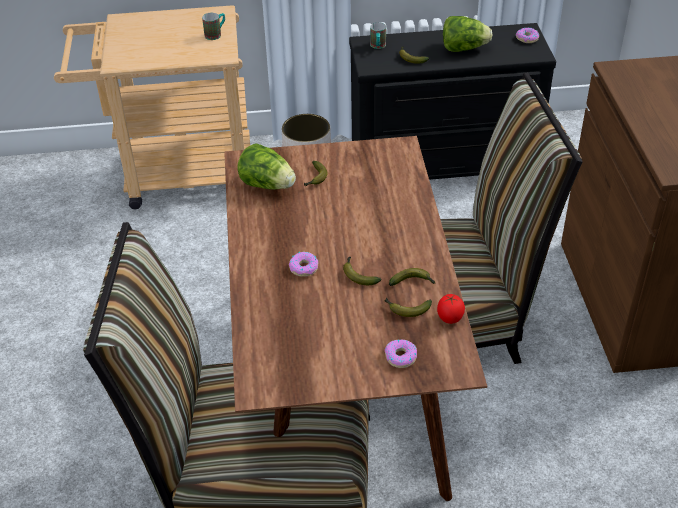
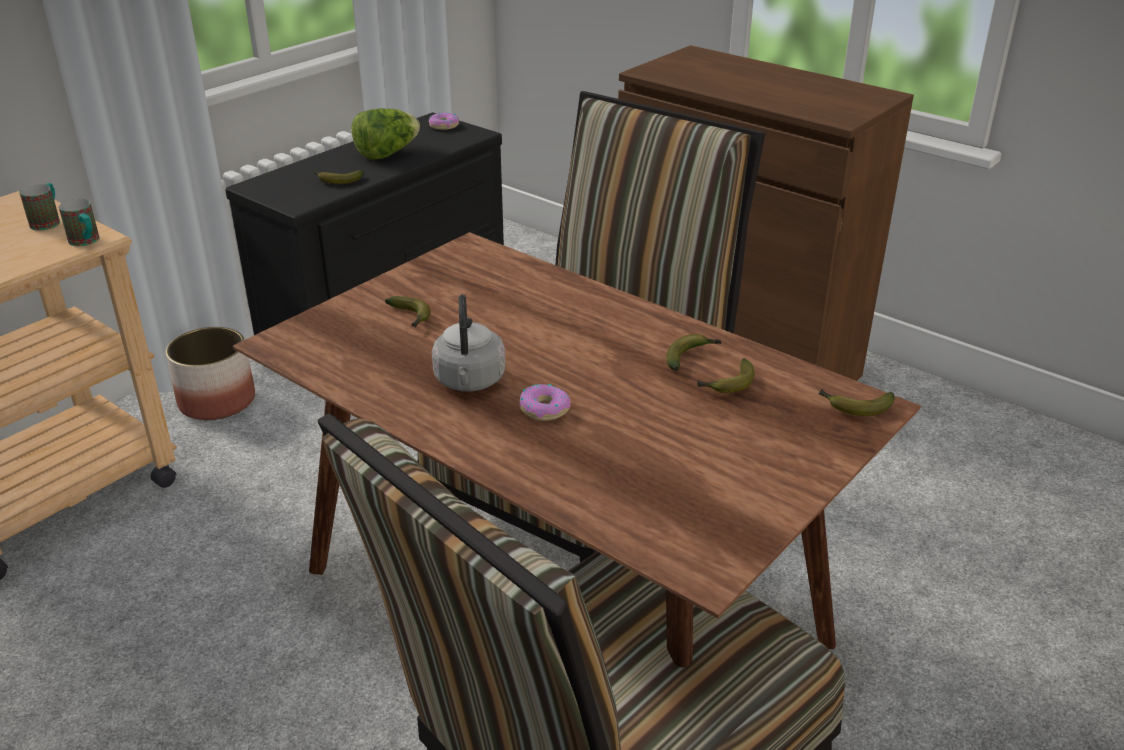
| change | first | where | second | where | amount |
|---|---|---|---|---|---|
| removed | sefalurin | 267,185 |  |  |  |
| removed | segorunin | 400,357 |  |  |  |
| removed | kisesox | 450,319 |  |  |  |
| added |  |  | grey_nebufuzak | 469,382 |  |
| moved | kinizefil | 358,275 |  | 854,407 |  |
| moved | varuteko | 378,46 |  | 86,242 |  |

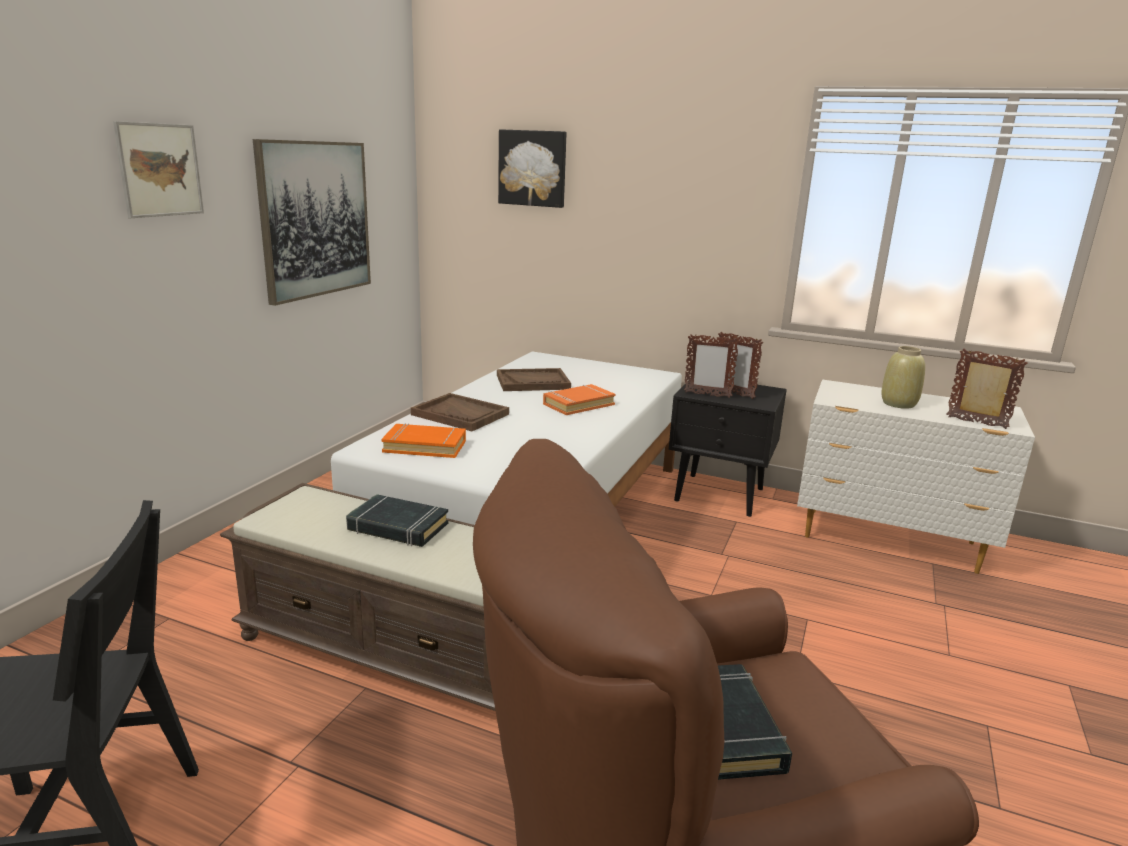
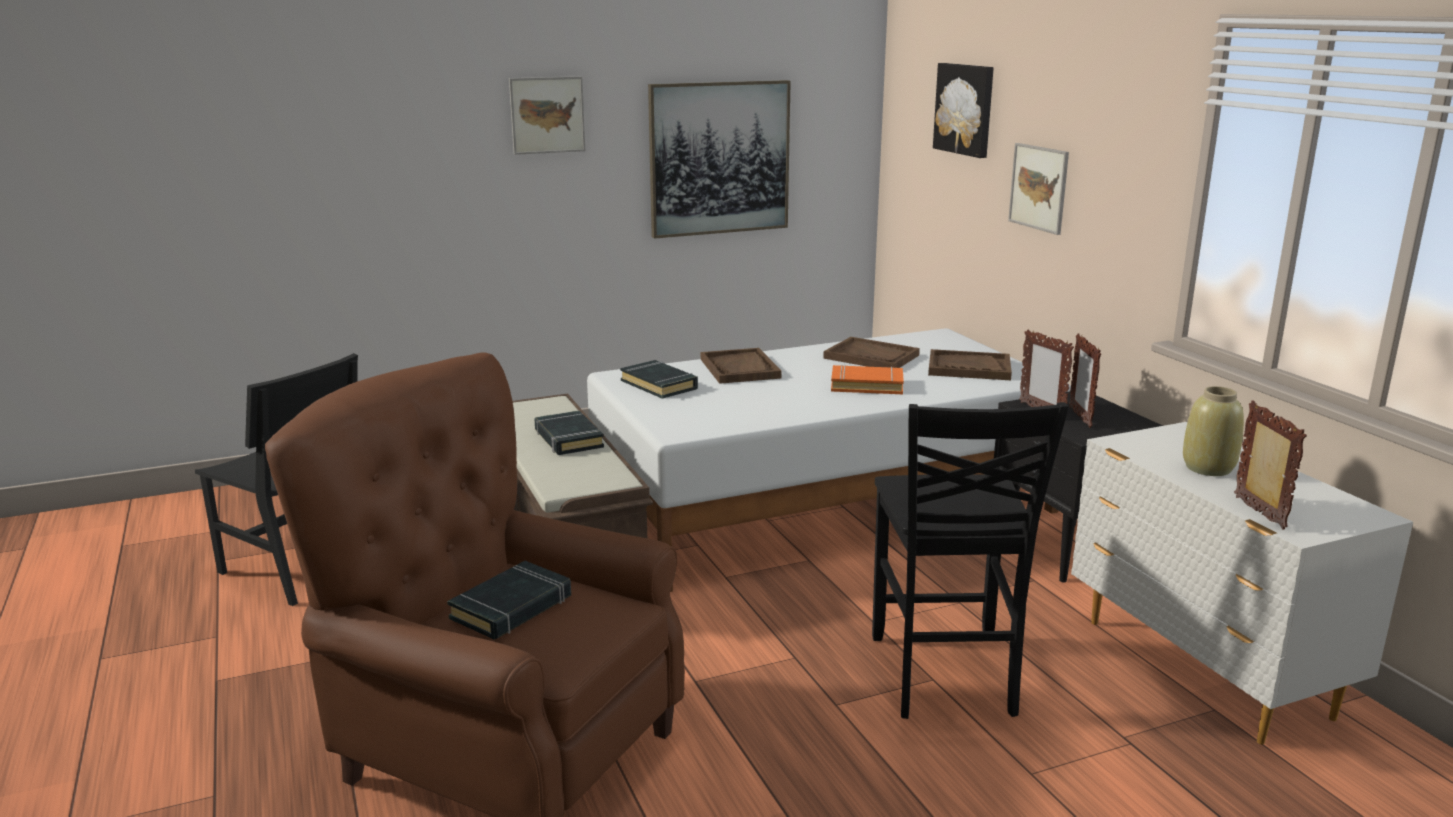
| change | first | where | second | where | amount |
|---|---|---|---|---|---|
| added |  |  | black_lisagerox | 944,677 |  |
| added |  |  | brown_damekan | 969,368 |  |
| added |  |  | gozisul | 1038,187 |  |
| recoloured | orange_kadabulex | 425,446 | black_kadabulex | 659,385 |  |

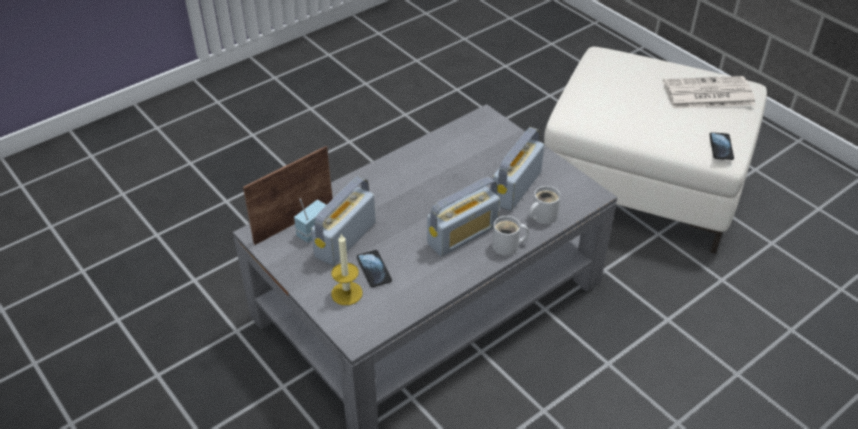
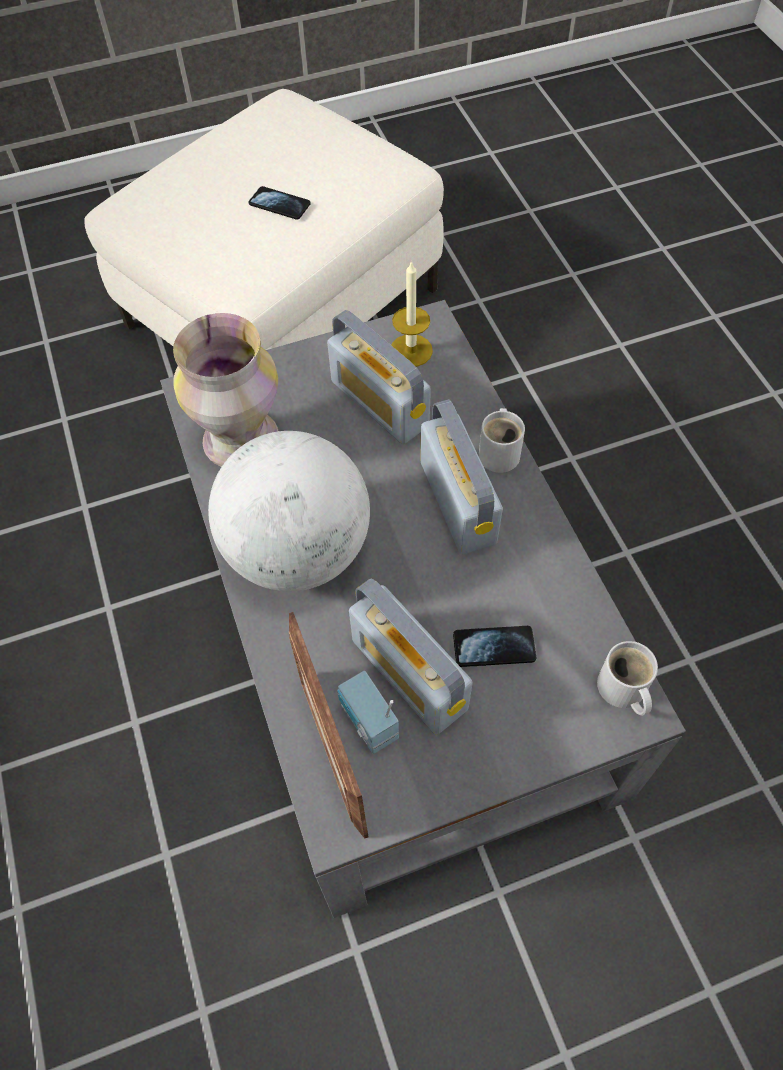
| change | first | where | second | where | amount |
|---|---|---|---|---|---|
| removed | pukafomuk | 707,94 |  |  |  |
| added |  |  | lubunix | 240,442 |  |
| added |  |  | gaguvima | 298,551 |  |
| moved | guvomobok | 346,293 |  | 411,350 |  |
| moved | white_varuteko | 542,216 |  | 622,690 |  |
| moved | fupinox | 721,147 |  | 279,204 |  |

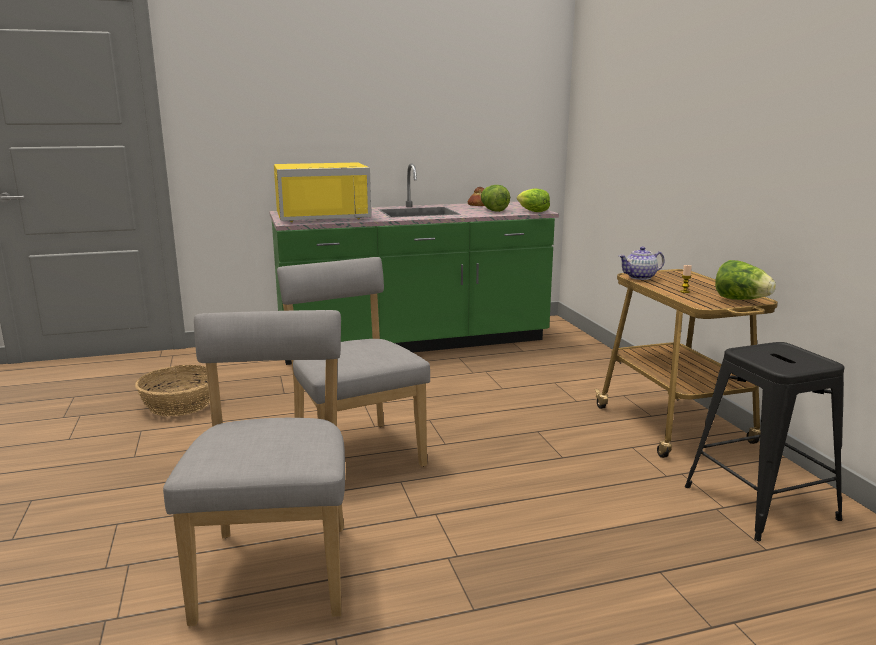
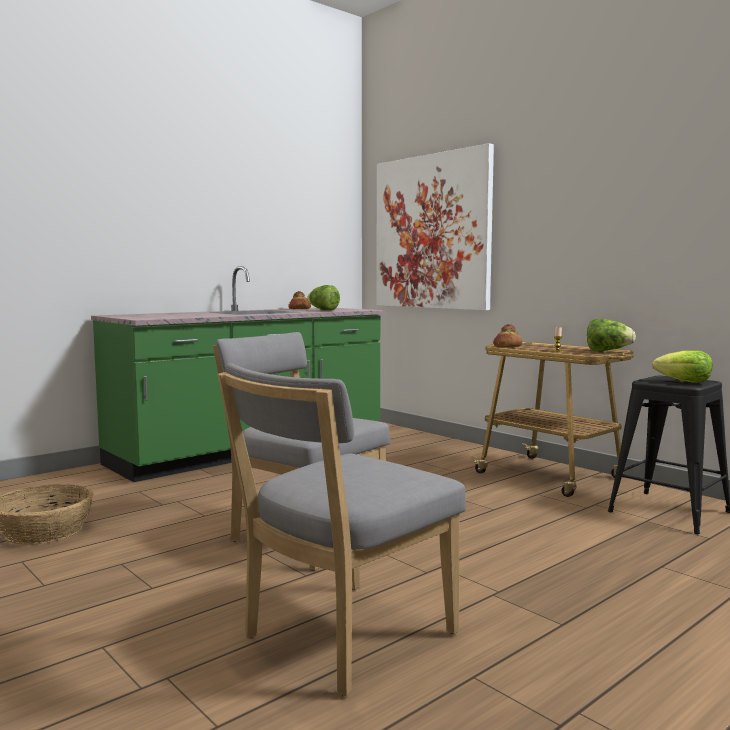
| change | first | where | second | where | amount |
|---|---|---|---|---|---|
| removed | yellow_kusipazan | 322,216 |  |  |  |
| added |  |  | gozisul | 432,232 |  |
| moved | sefalurin | 532,211 |  | 684,382 |  |
| replaced | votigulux | 640,277 | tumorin | 508,346 |  |
| turned | grey_lisagerox | 277,566 |  | 342,638 | 105 degrees counterclockwise |

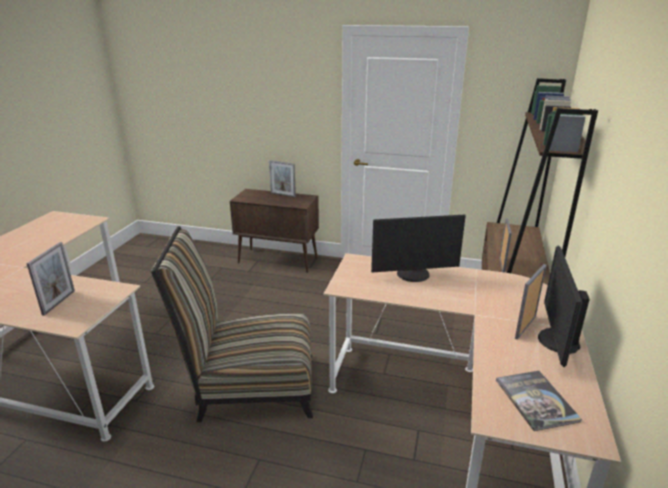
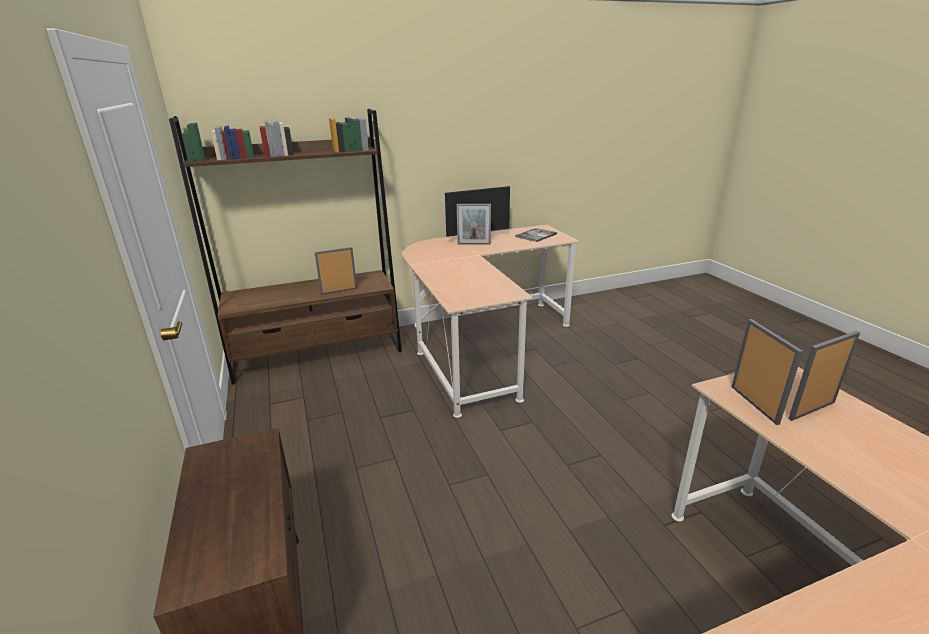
| change | first | where | second | where | amount |
|---|---|---|---|---|---|
| removed | lisagerox | 249,385 |  |  |  |
| removed | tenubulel | 413,275 |  |  |  |
| moved | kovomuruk | 283,195 |  | 754,404 |  |

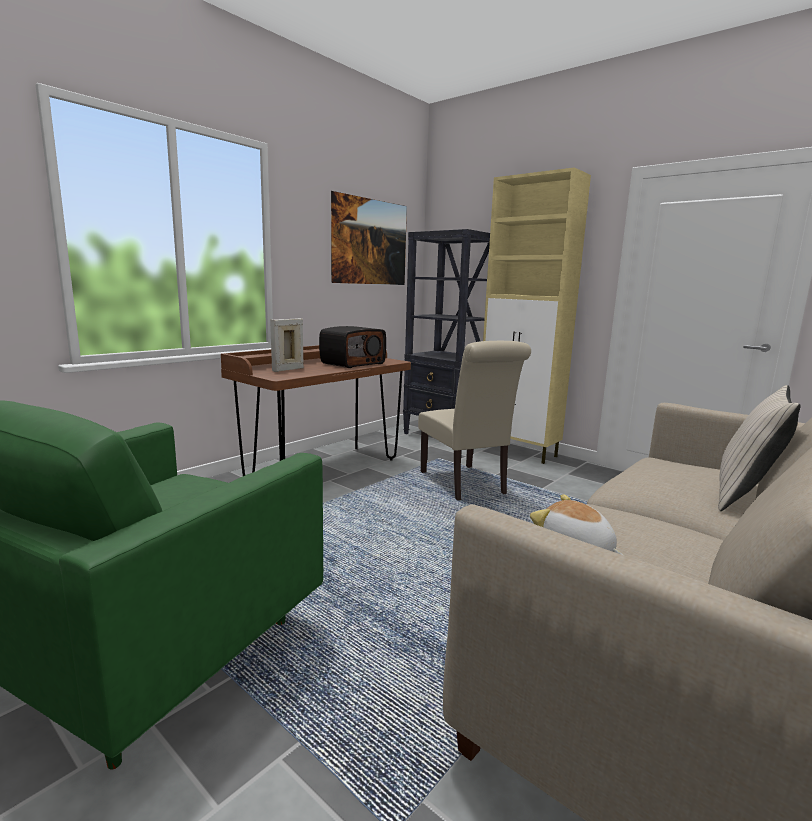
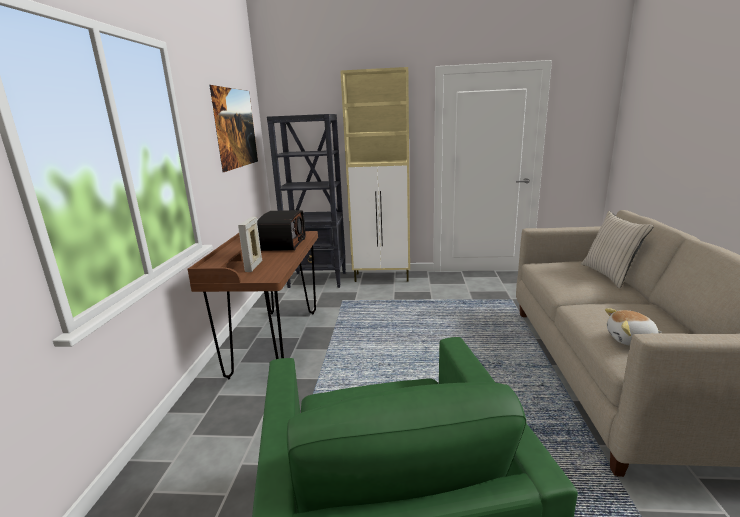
| change | first | where | second | where | amount |
|---|---|---|---|---|---|
| removed | beige_lisagerox | 465,484 |  |  |  |

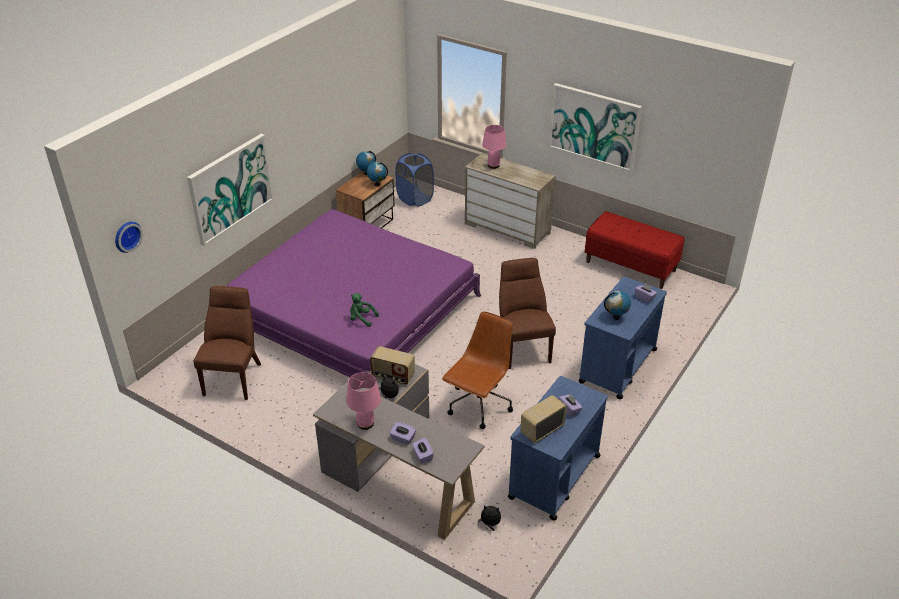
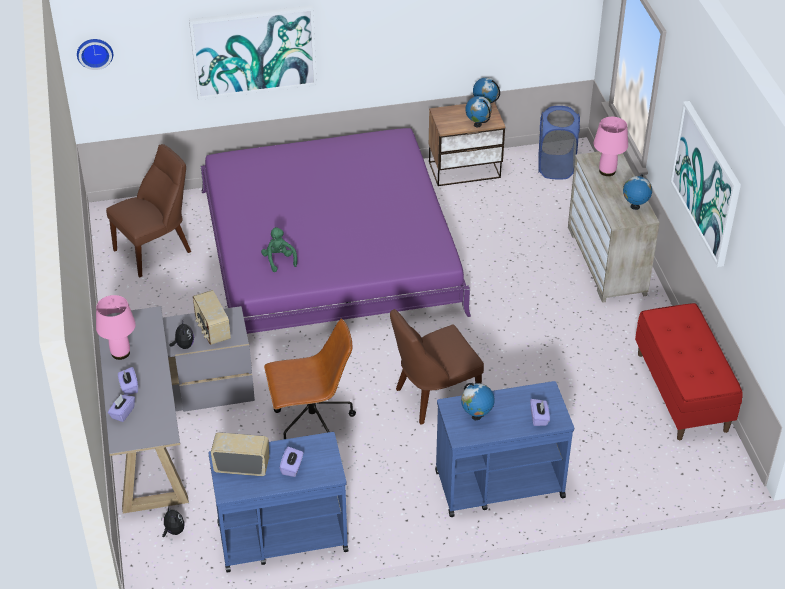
| change | first | where | second | where | amount |
|---|---|---|---|---|---|
| added |  |  | gaguvima | 635,206 |  |
| turned | brown_lisagerox | 522,347 |  | 433,396 | 150 degrees counterclockwise |

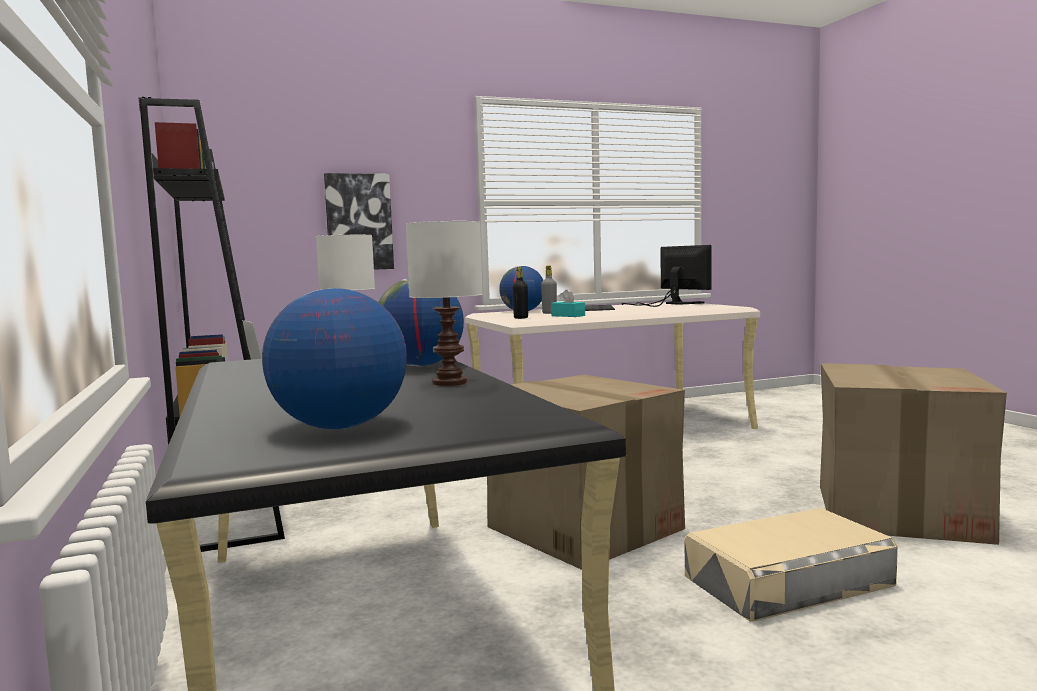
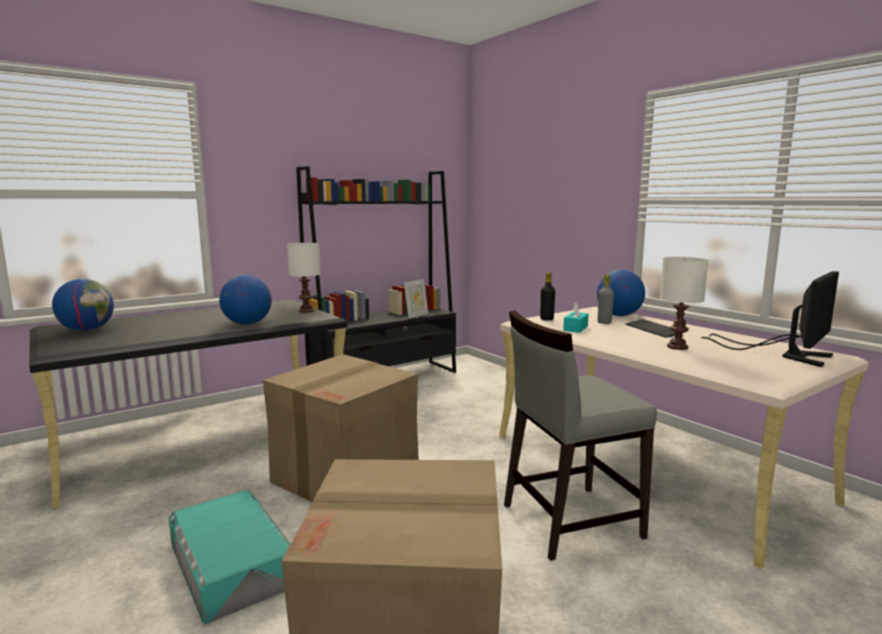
| change | first | where | second | where | amount |
|---|---|---|---|---|---|
| removed | gozisul | 359,222 |  |  |  |
| added |  |  | grey_lisagerox | 569,520 |  |
| moved | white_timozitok | 448,383 |  | 676,347 |  |
| recoloured | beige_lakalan | 787,580 | turquoise_lakalan | 232,564 |  |

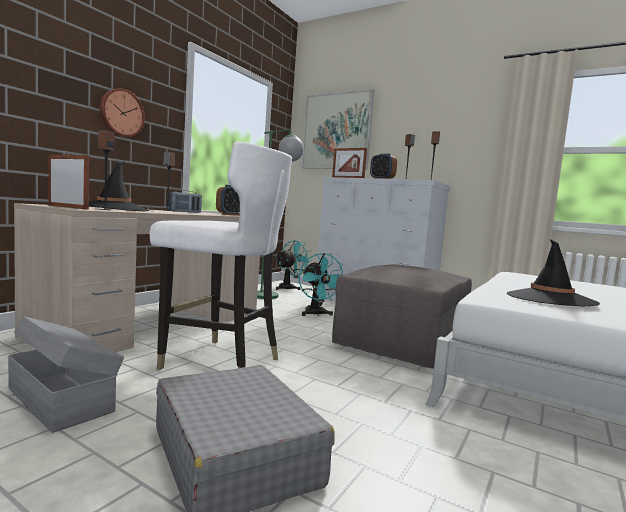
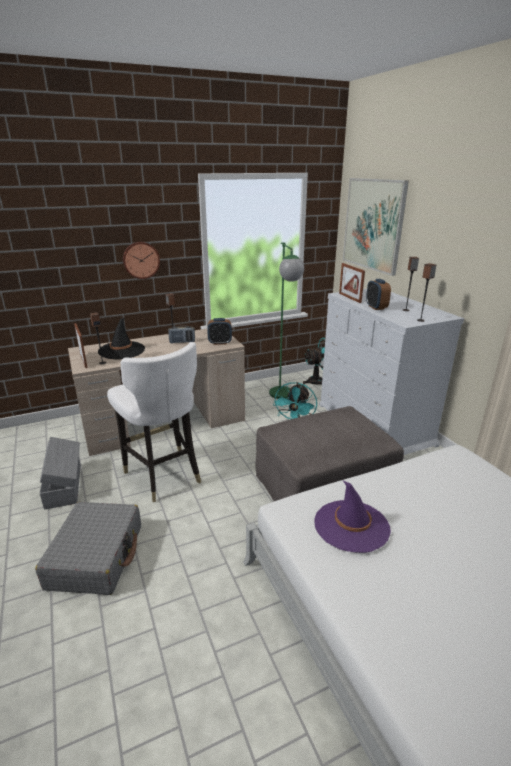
| change | first | where | second | where | amount |
|---|---|---|---|---|---|
| recoloured | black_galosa | 550,299 | purple_galosa | 351,525 |  |

